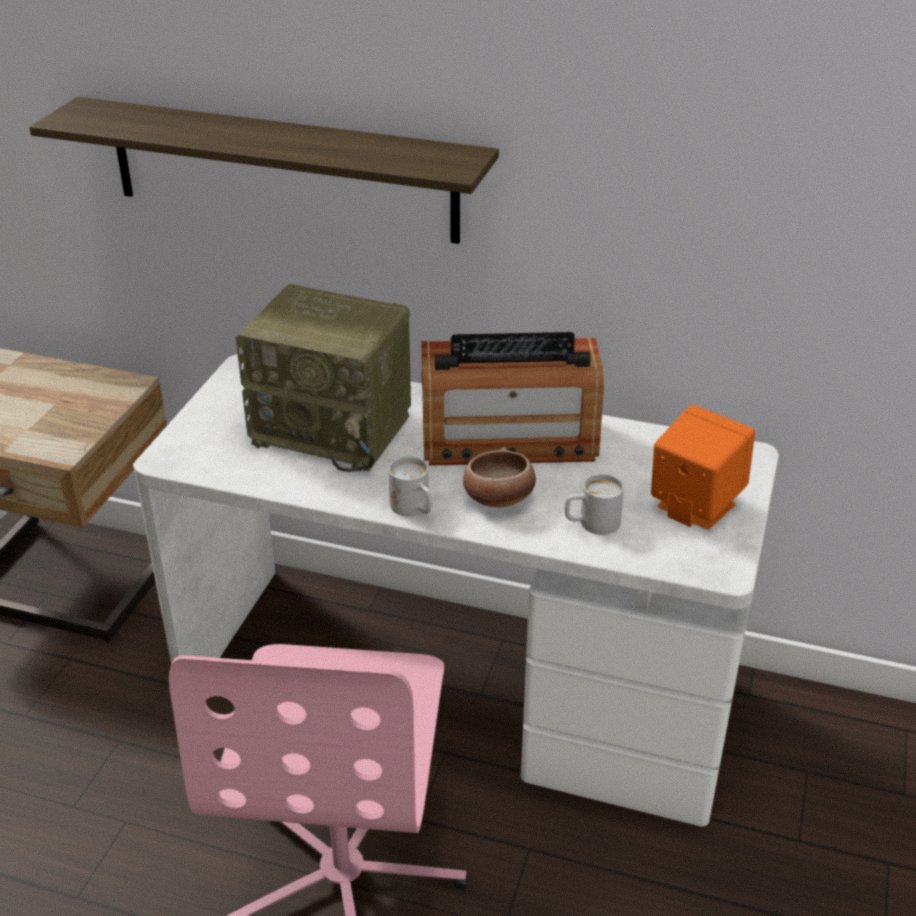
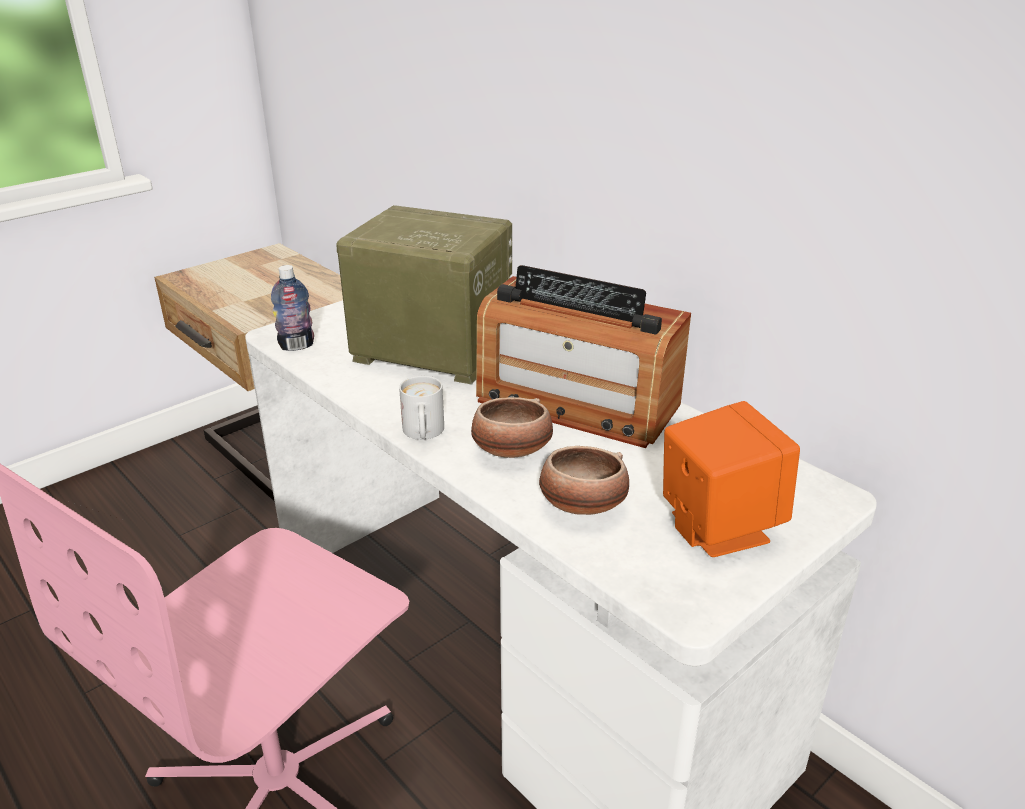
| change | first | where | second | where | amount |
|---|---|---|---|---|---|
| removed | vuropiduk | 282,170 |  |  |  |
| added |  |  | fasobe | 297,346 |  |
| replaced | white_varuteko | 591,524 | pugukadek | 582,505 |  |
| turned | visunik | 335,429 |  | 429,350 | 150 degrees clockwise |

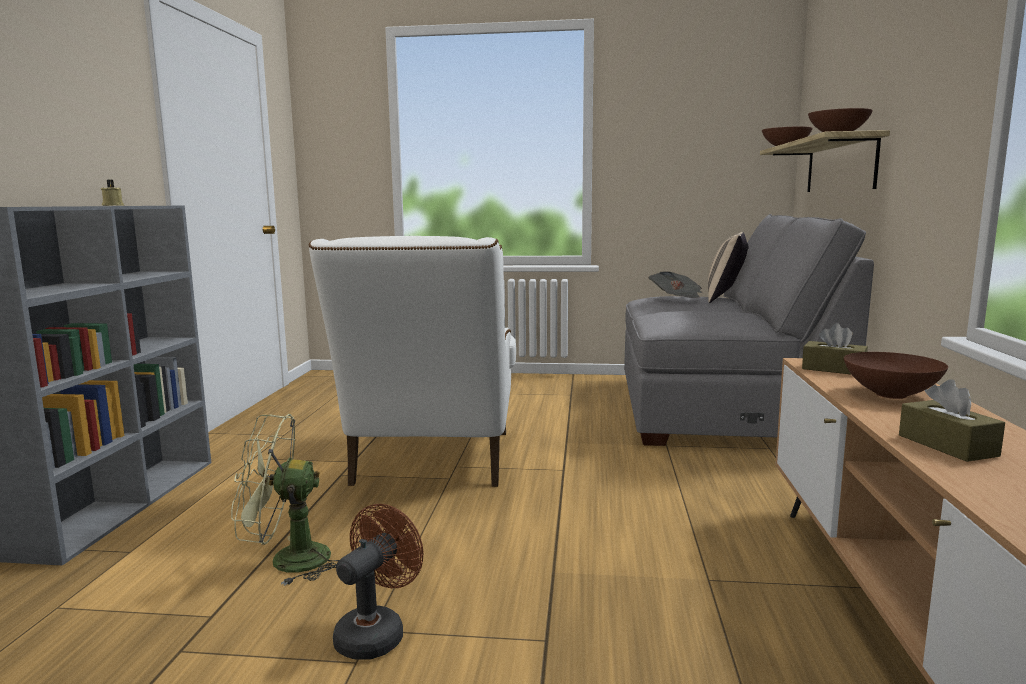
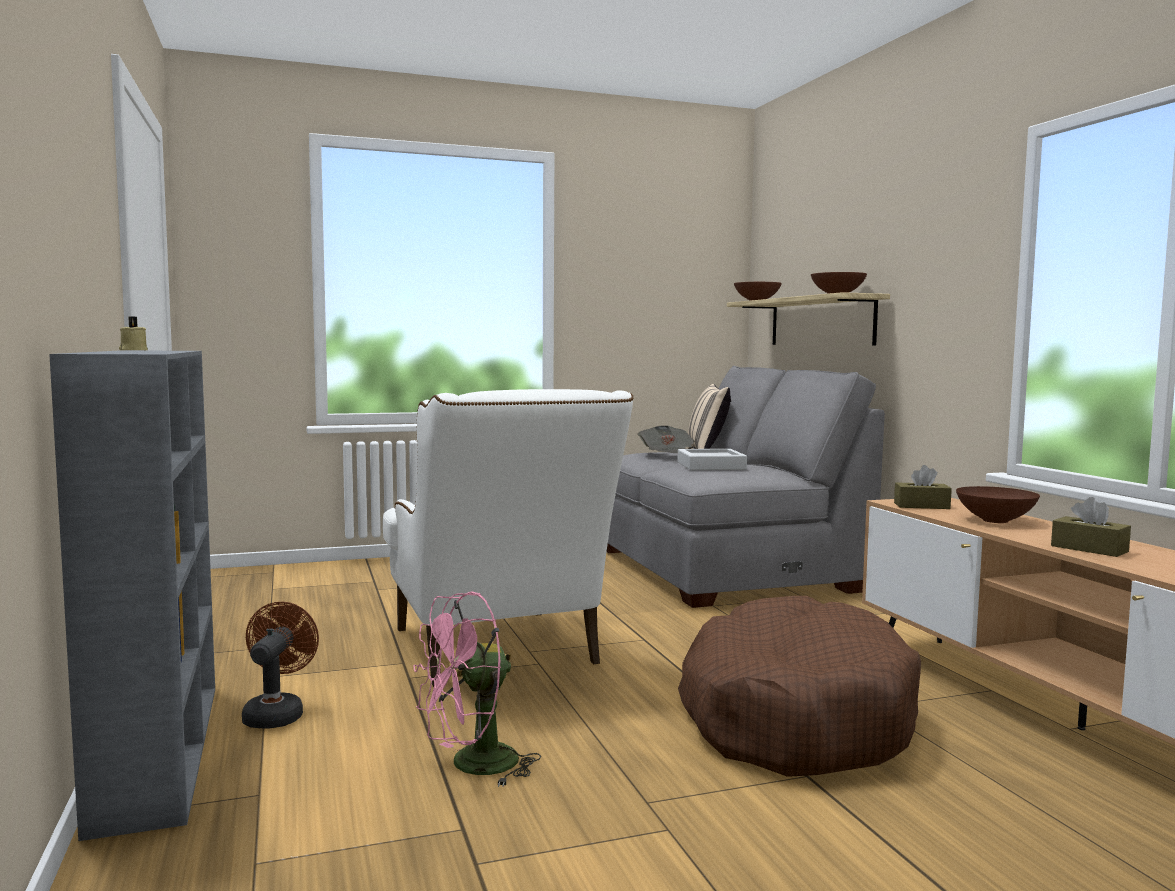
| change | first | where | second | where | amount |
|---|---|---|---|---|---|
| added |  |  | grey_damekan | 711,466 |  |
| added |  |  | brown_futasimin | 794,716 |  |
| moved | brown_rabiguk | 376,632 |  | 276,713 |  |
| recoloured | green_rabiguk | 287,561 | pink_rabiguk | 472,766 |  |

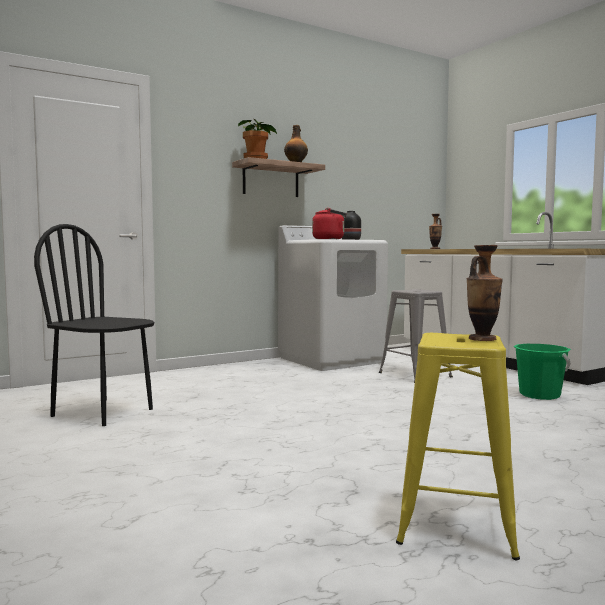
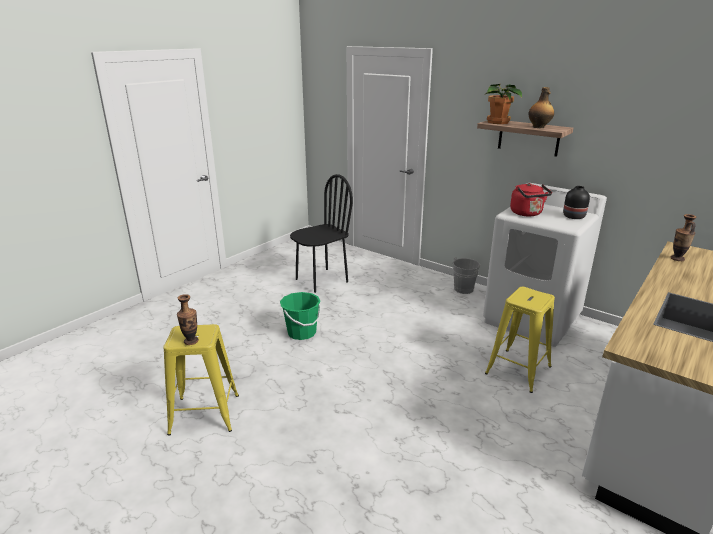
| change | first | where | second | where | amount |
|---|---|---|---|---|---|
| added |  |  | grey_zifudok | 462,290 |  |
| moved | green_zifudok | 540,395 |  | 301,333 |  |
| recoloured | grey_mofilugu | 414,375 | yellow_mofilugu | 518,370 |  |
| turned | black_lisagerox | 103,412 |  | 321,280 | 45 degrees clockwise |

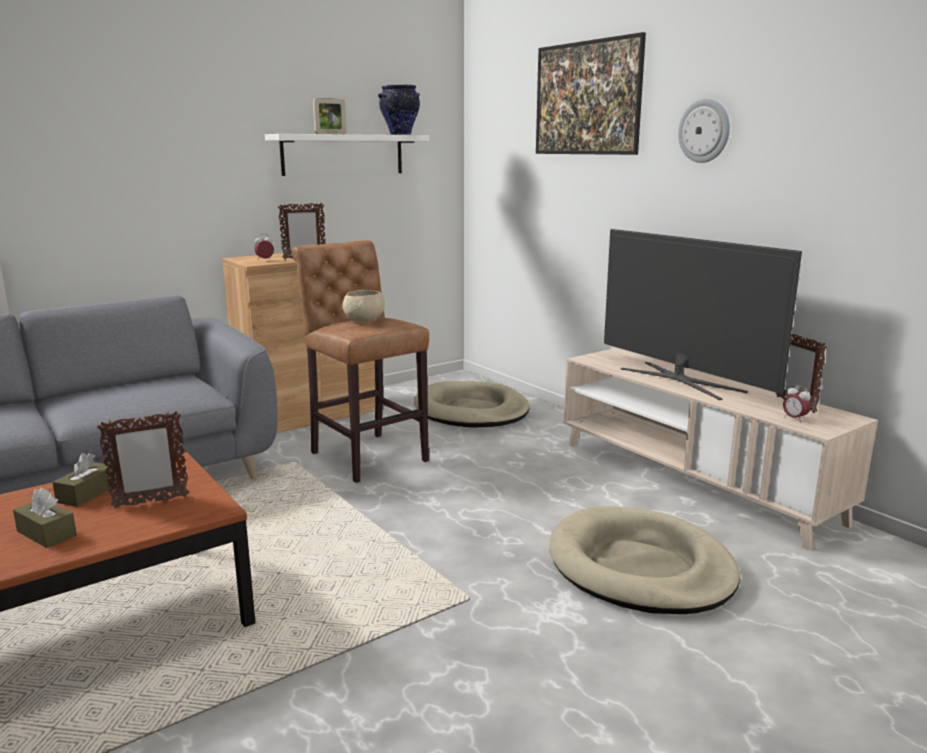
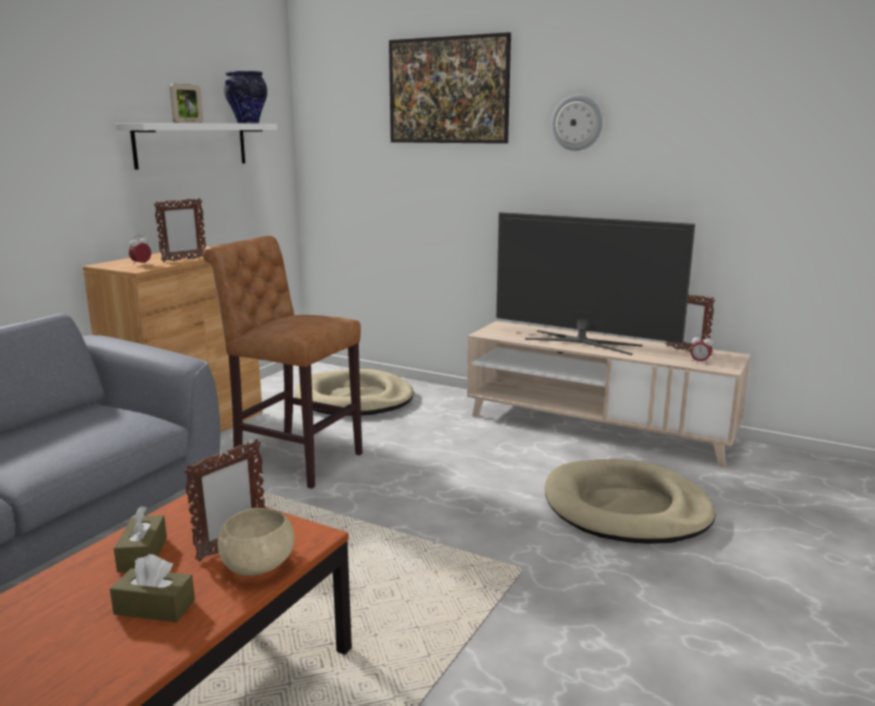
| change | first | where | second | where | amount |
|---|---|---|---|---|---|
| moved | beige_pugukadek | 364,321 |  | 259,567 |  |

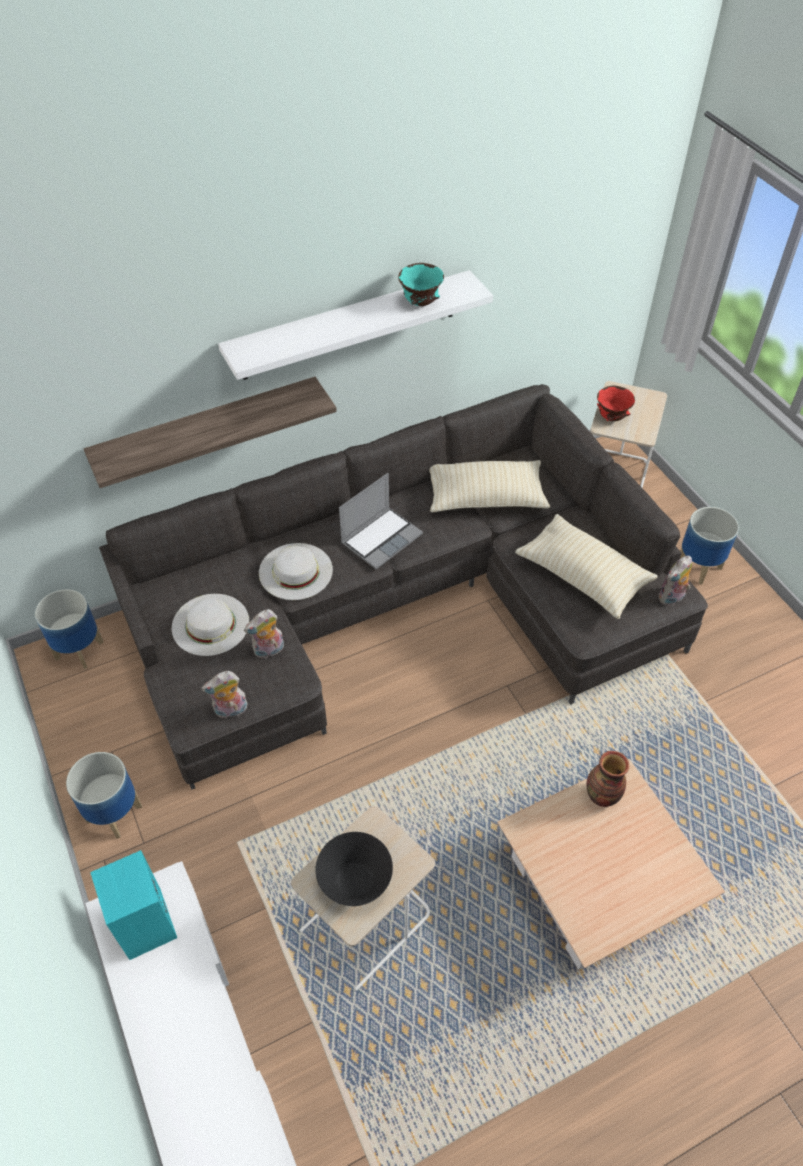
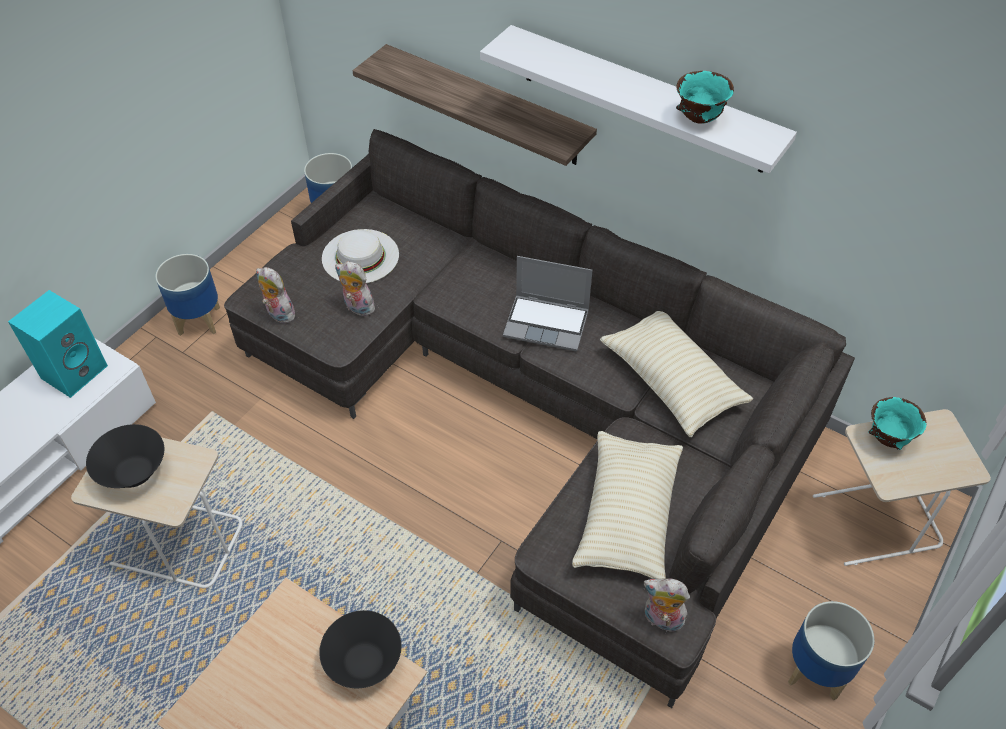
| change | first | where | second | where | amount |
|---|---|---|---|---|---|
| removed | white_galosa | 295,571 |  |  |  |
| replaced | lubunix | 601,796 | black_pugukadek | 363,662 |  |
| recoloured | red_pugukadek | 611,418 | turquoise_pugukadek | 887,439 |  |

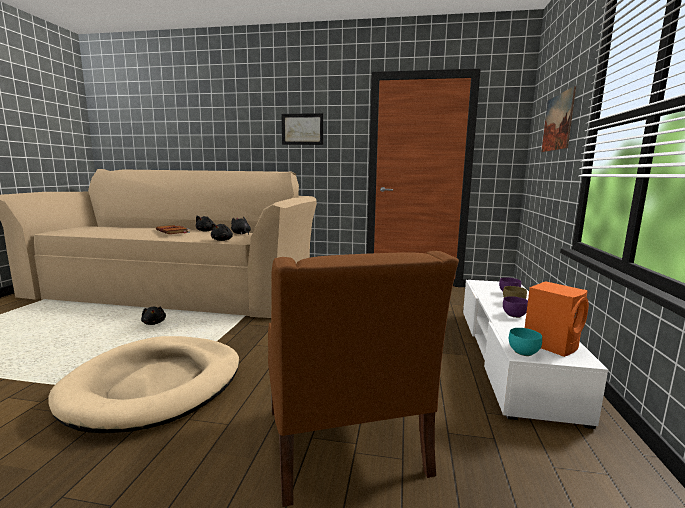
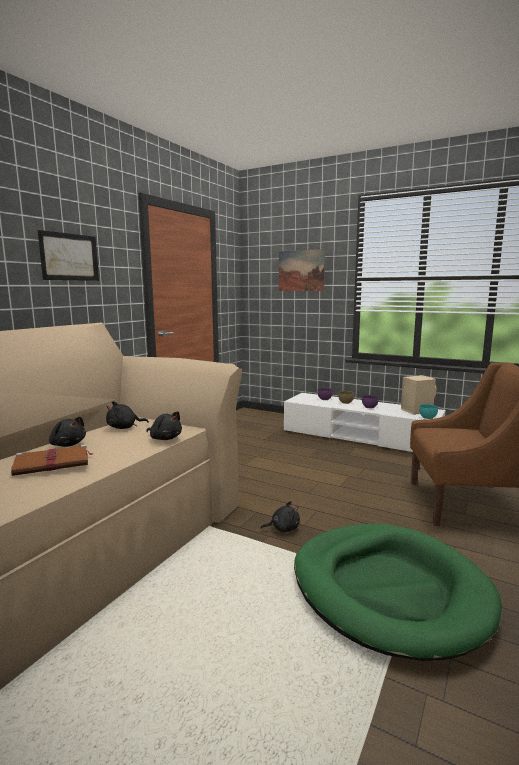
| change | first | where | second | where | amount |
|---|---|---|---|---|---|
| moved | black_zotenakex | 154,323 |  | 283,528 |  |
| recoloured | beige_futasimin | 156,385 | green_futasimin | 388,590 |  |
| recoloured | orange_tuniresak | 552,344 | beige_tuniresak | 416,410 |  |

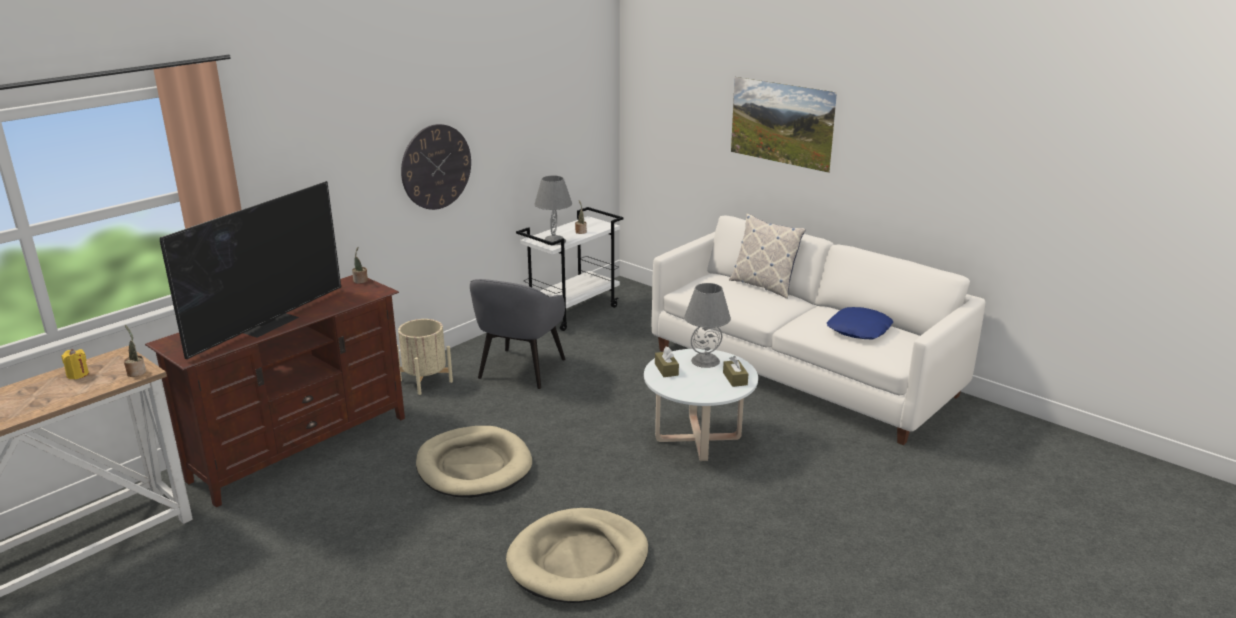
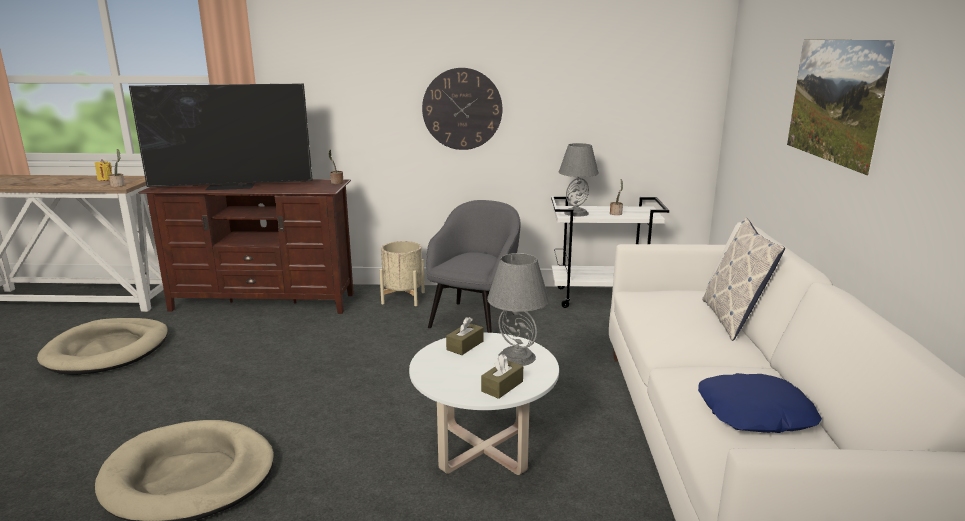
| change | first | where | second | where | amount |
|---|---|---|---|---|---|
| moved | beige_futasimin | 474,466 |  | 108,350 |  |
| turned | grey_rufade | 521,369 |  | 474,319 | 135 degrees clockwise |

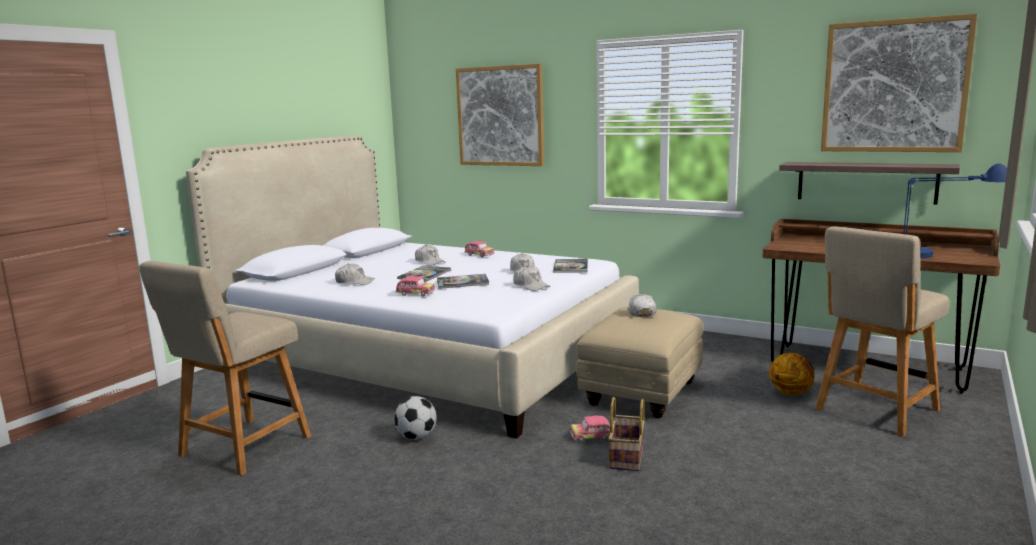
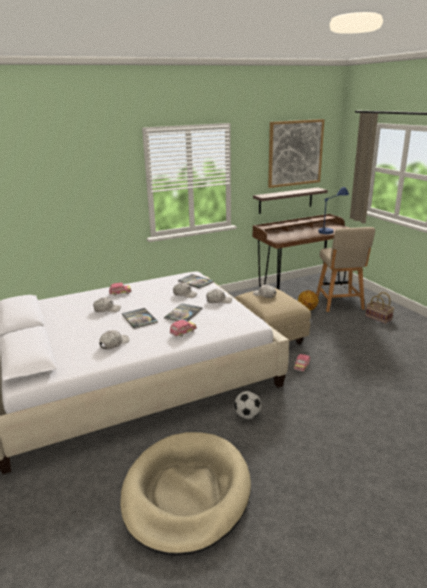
| change | first | where | second | where | amount |
|---|---|---|---|---|---|
| removed | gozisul | 500,116 |  |  |  |
| moved | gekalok | 627,458 |  | 379,318 |  |
| replaced | beige_lisagerox | 240,448 | beige_futasimin | 186,493 |  |

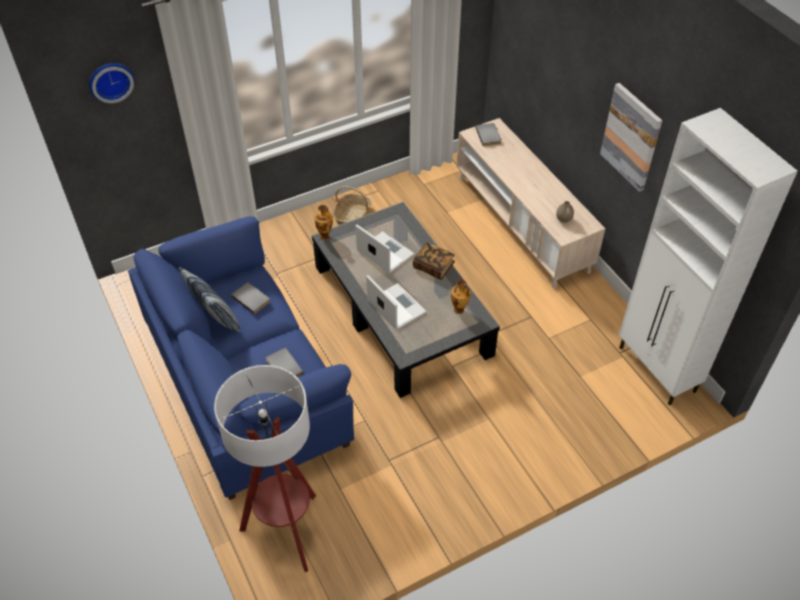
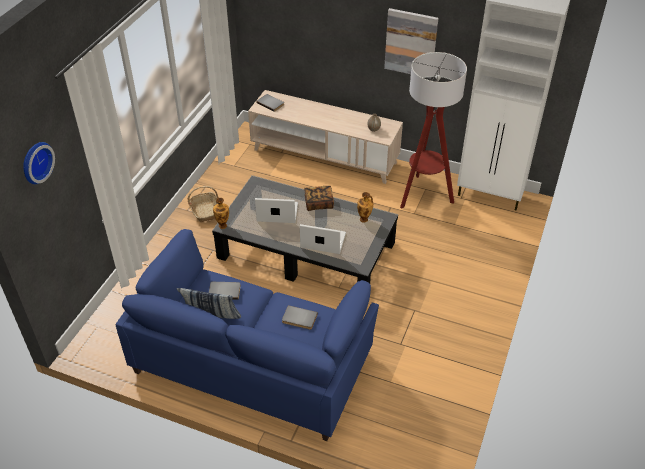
| change | first | where | second | where | amount |
|---|---|---|---|---|---|
| moved | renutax | 287,531 |  | 423,195 |  |

